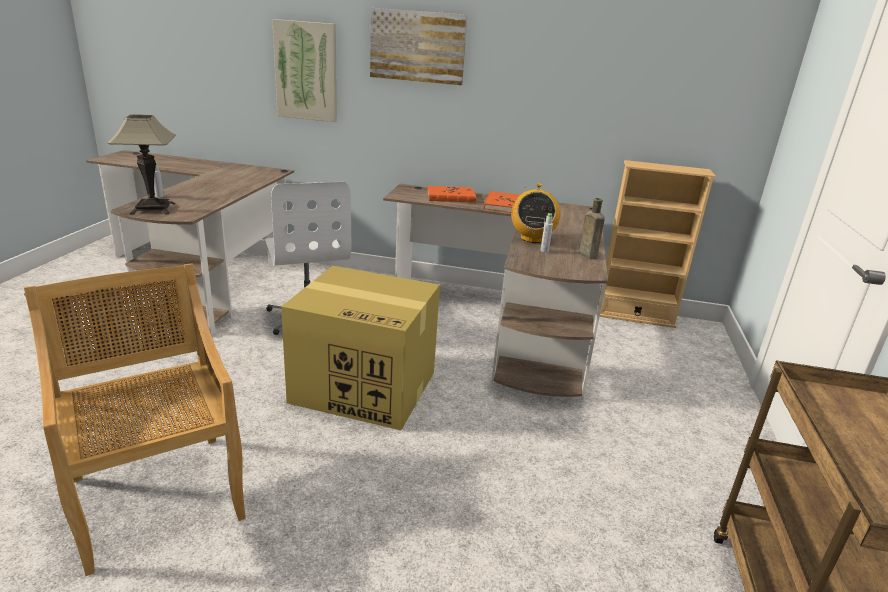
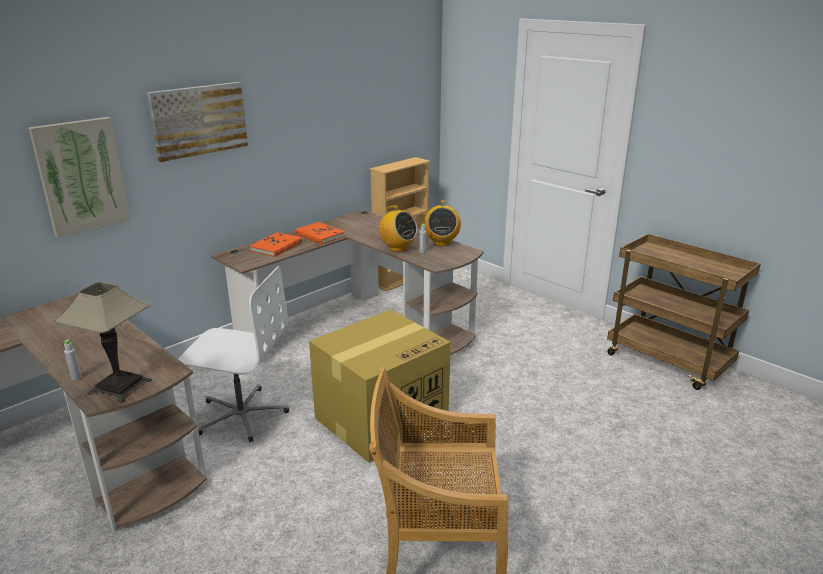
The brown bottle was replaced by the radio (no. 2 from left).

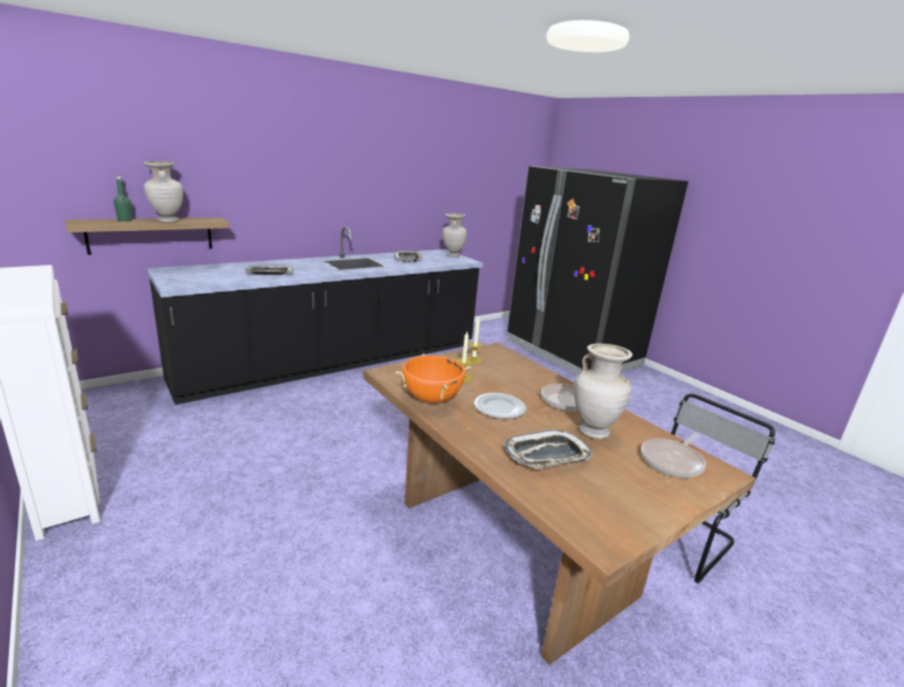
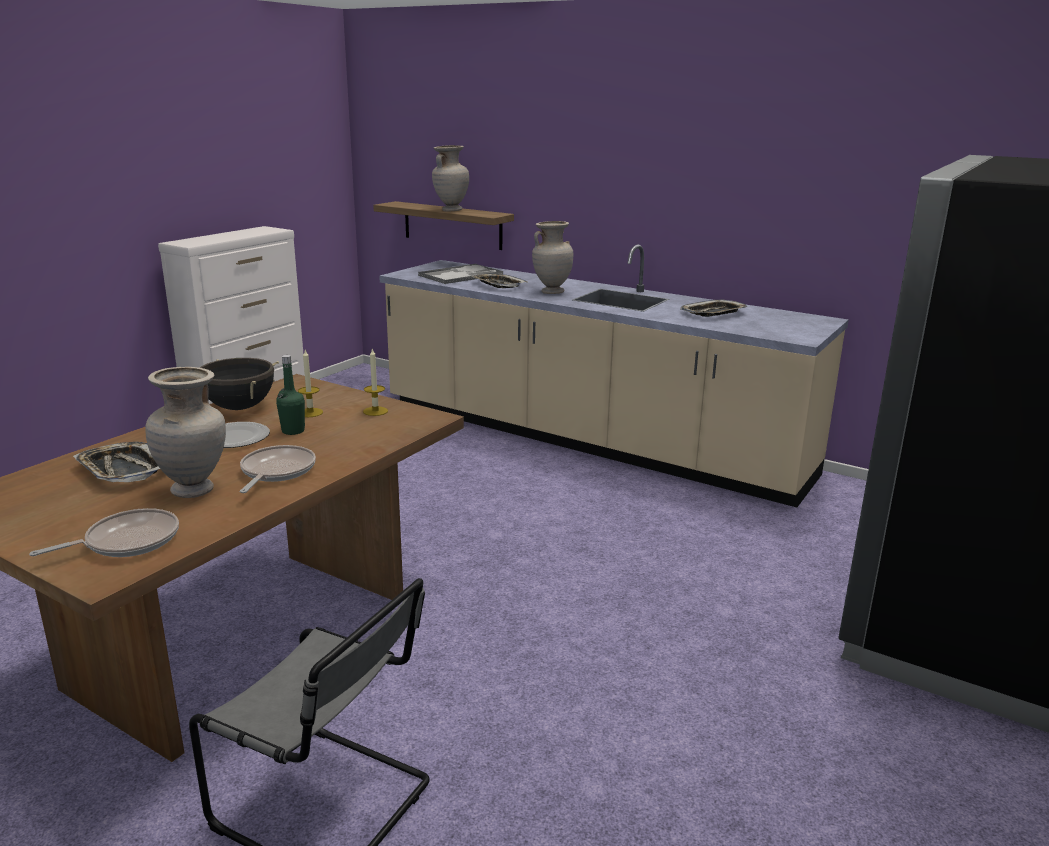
The green bottle moved. The black counter became the beige counter. The orange cooking pot became the black cooking pot. The beige vase (no. 2 from left in the first image) moved. The frying pan (no. 2 from left in the first image) turned 120 degrees clockwise. The tray (no. 2 from left) appeared.

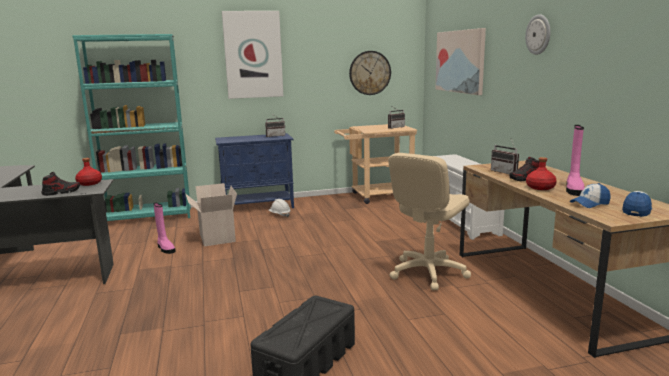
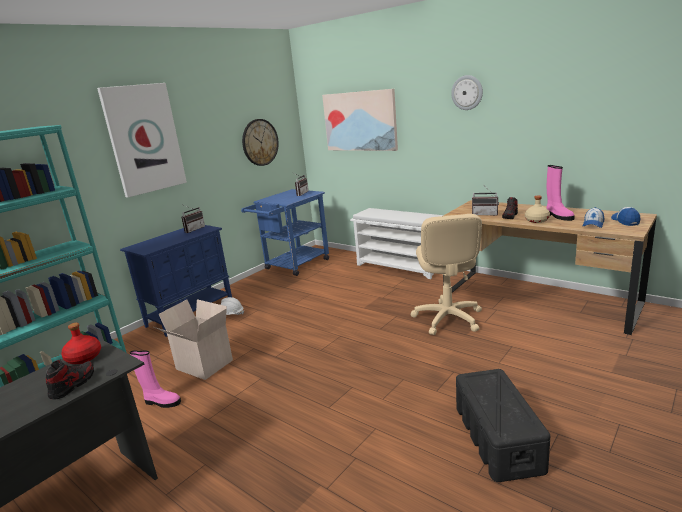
The beige cart became the blue cart. The red bottle (no. 2 from left) became the beige bottle.

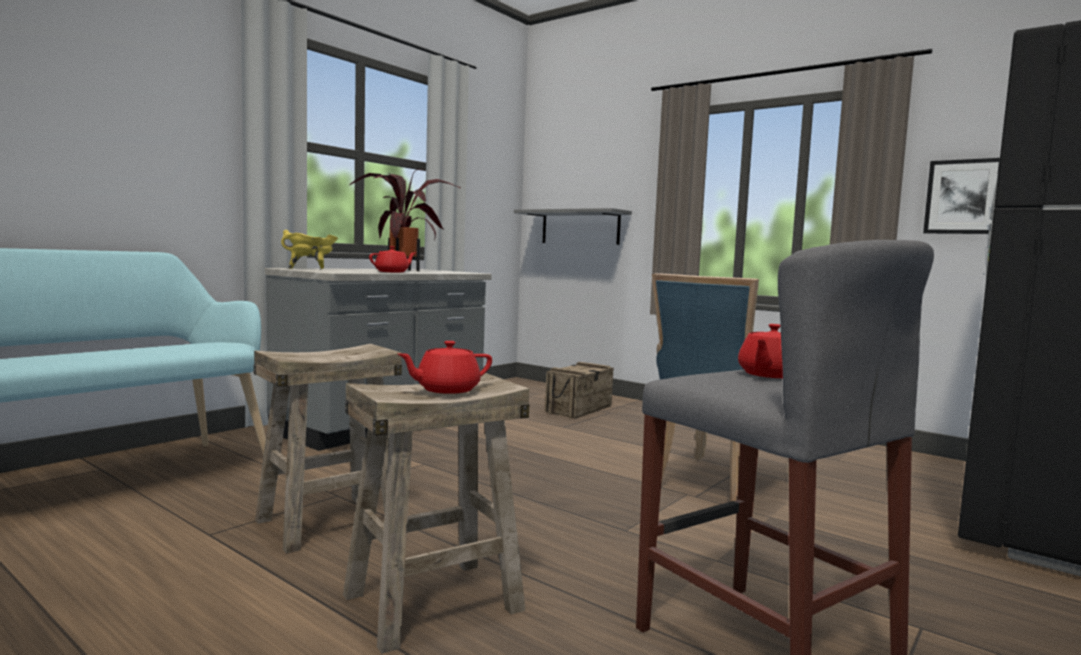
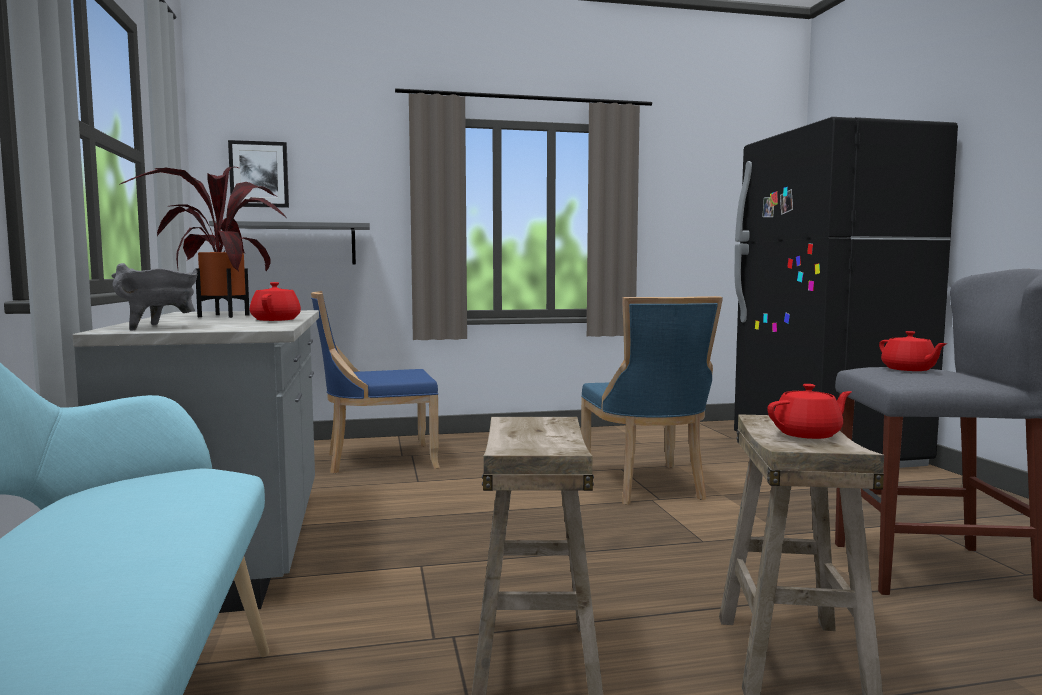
The yellow cooking pot became the grey cooking pot. The red teapot (no. 2 from left) turned 120 degrees counterclockwise. The crate was replaced by the blue chair (no. 1 from left). The picture moved.

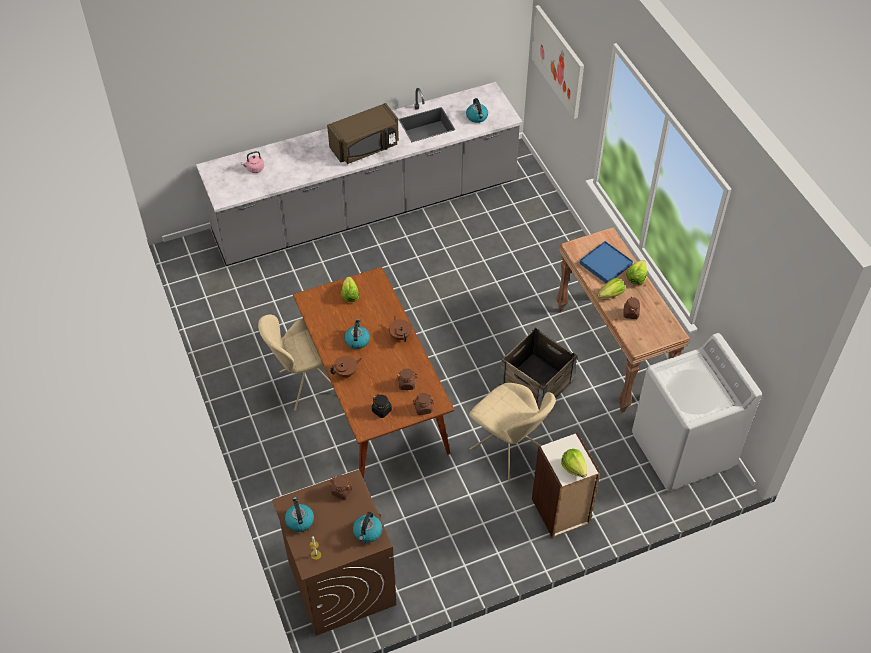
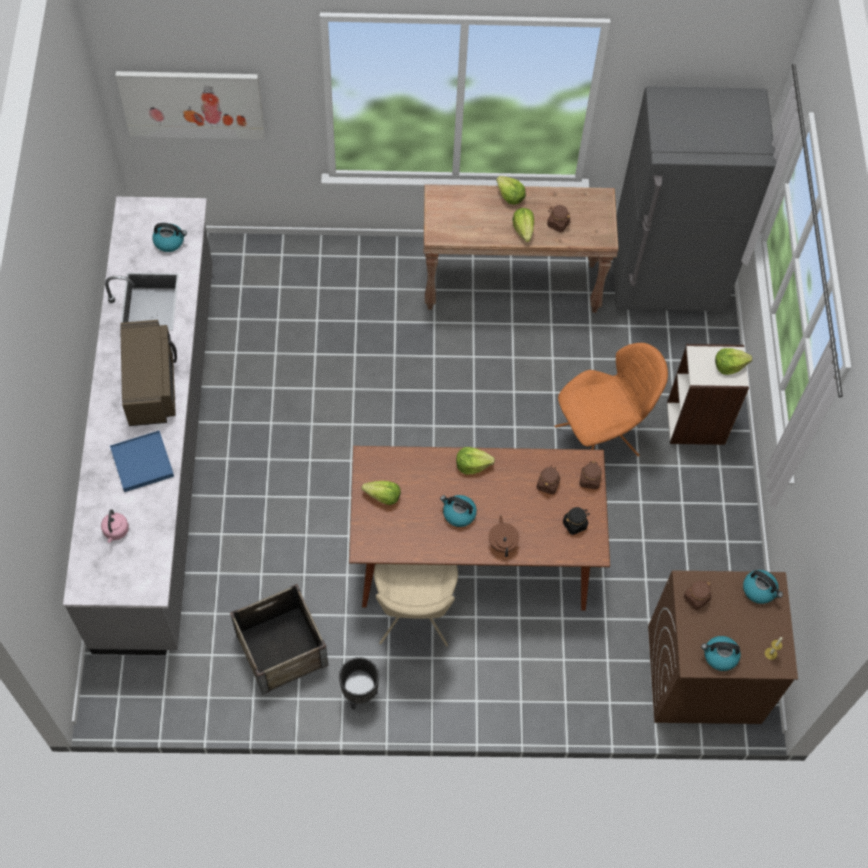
The brown teapot (no. 2 from left) was replaced by the lettuce (no. 2 from left). The beige chair (no. 2 from left) became the orange chair. The crate moved. The blue tray moved. The white washing machine was replaced by the grey fridge. The black planter appeared.

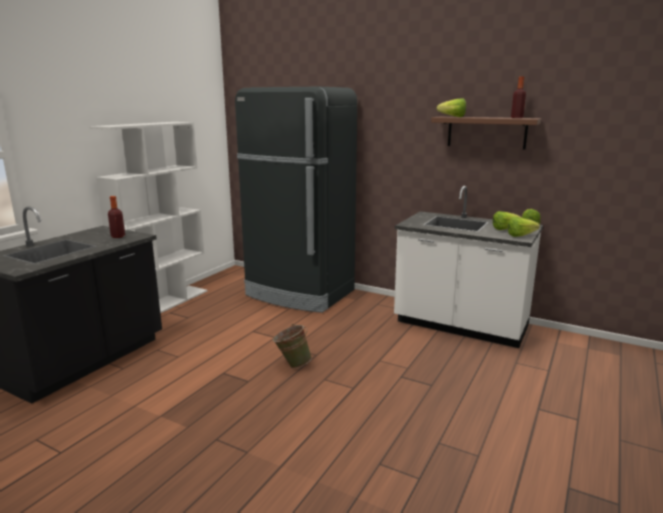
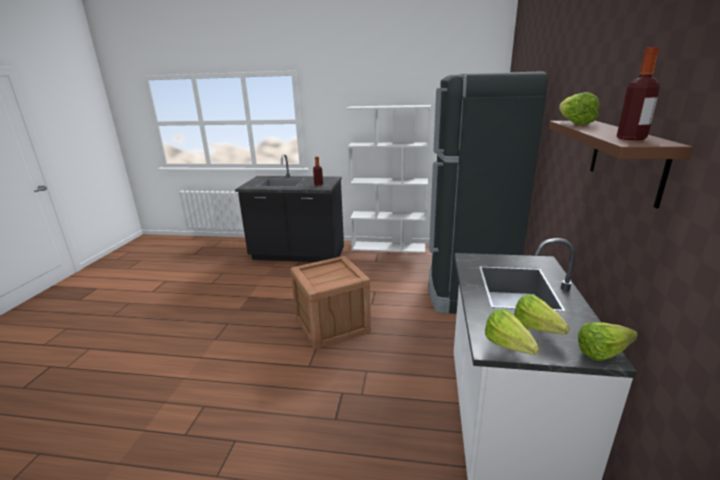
The green bucket was replaced by the crate.

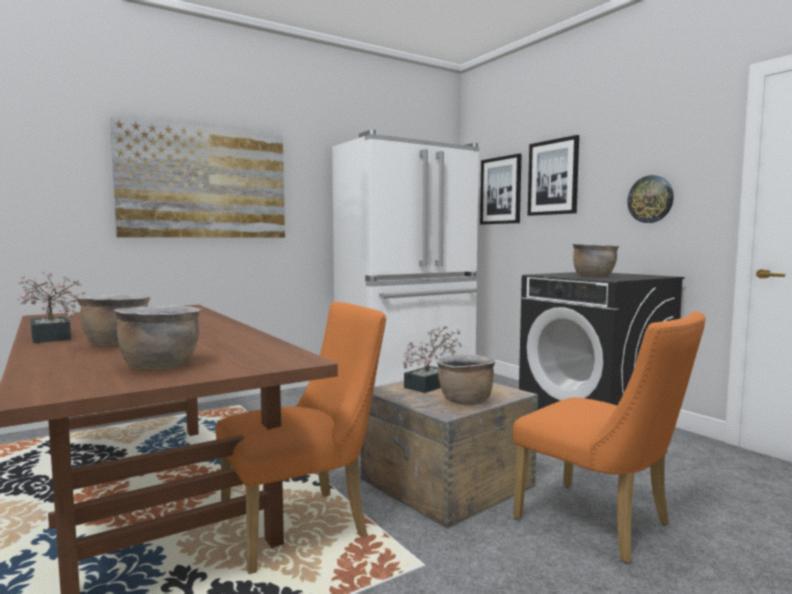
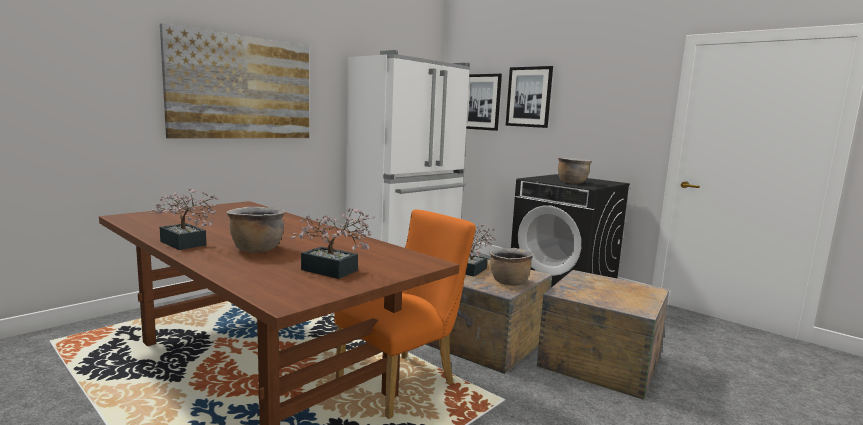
The brown cooking pot (no. 2 from left) was replaced by the potted plant (no. 2 from left). The orange chair (no. 2 from left) was replaced by the crate (no. 2 from left). The wall clock disappeared.

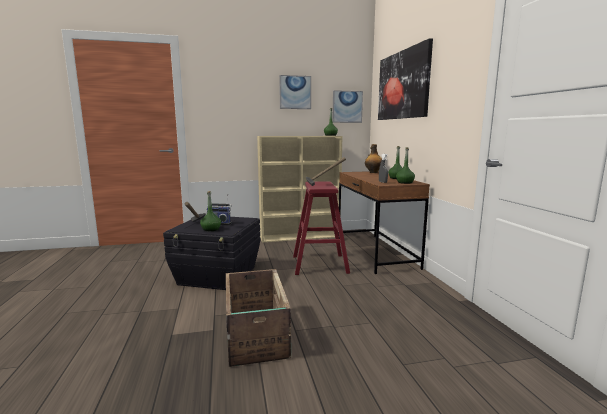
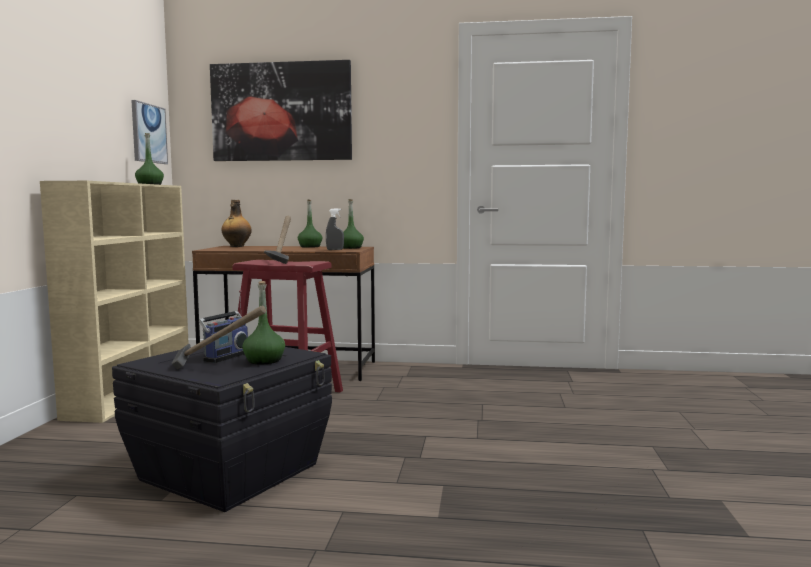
The crate disappeared. The picture (no. 1 from left) disappeared.

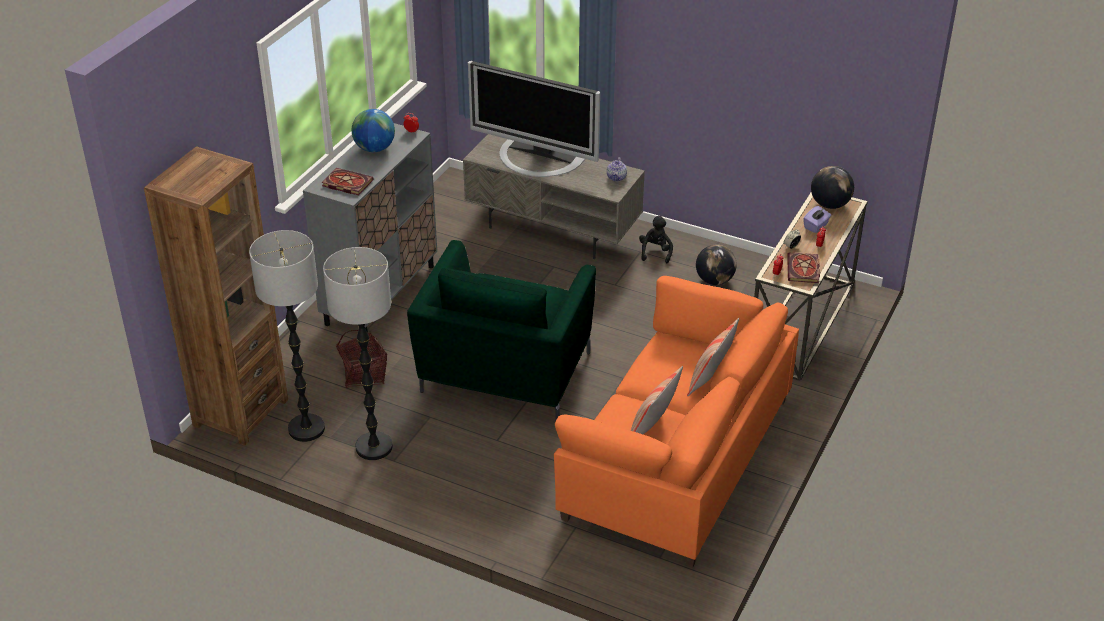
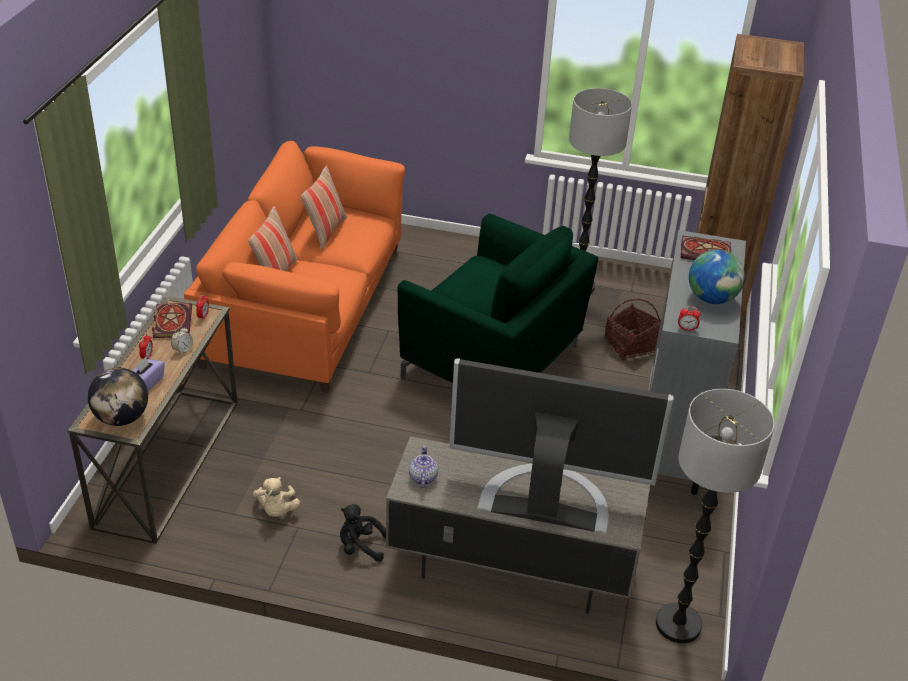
The floor lamp (no. 1 from left in the first image) moved. The green armchair turned 120 degrees clockwise. The black plush toy turned 105 degrees clockwise. The globe (no. 2 from left) was replaced by the beige plush toy.

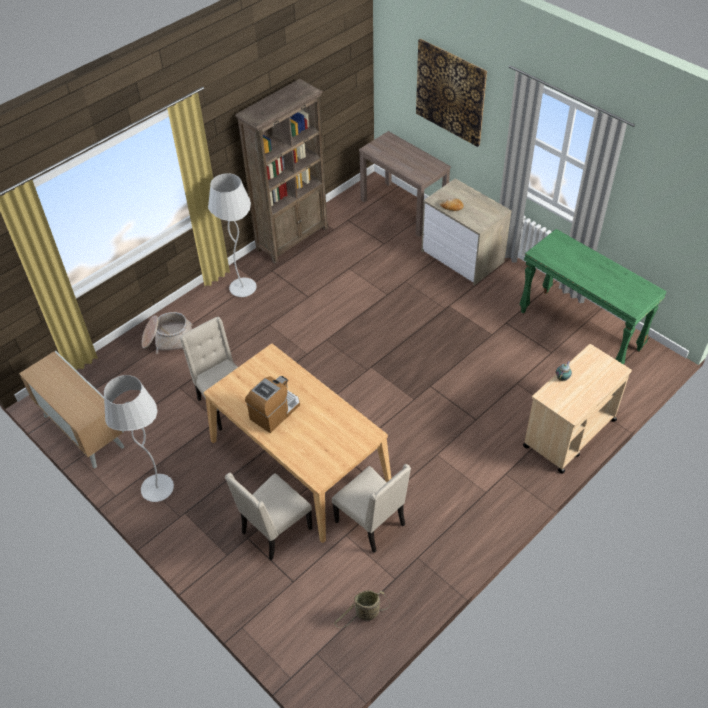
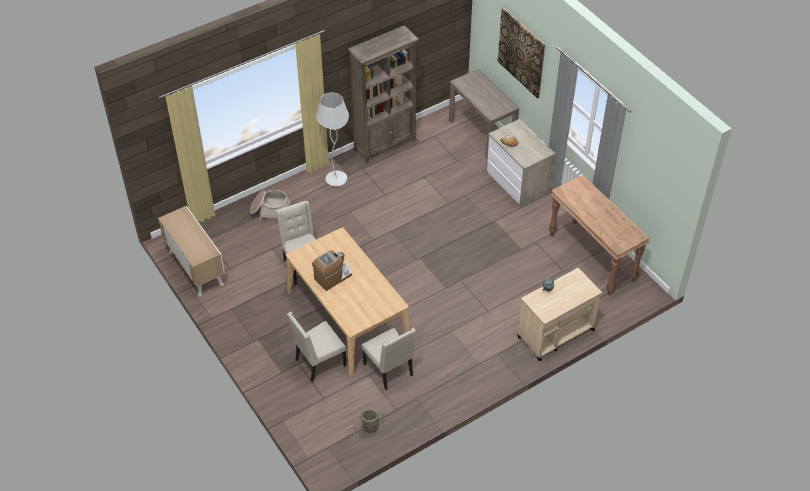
The white floor lamp (no. 1 from left) disappeared. The green console table became the brown console table (no. 2 from left).

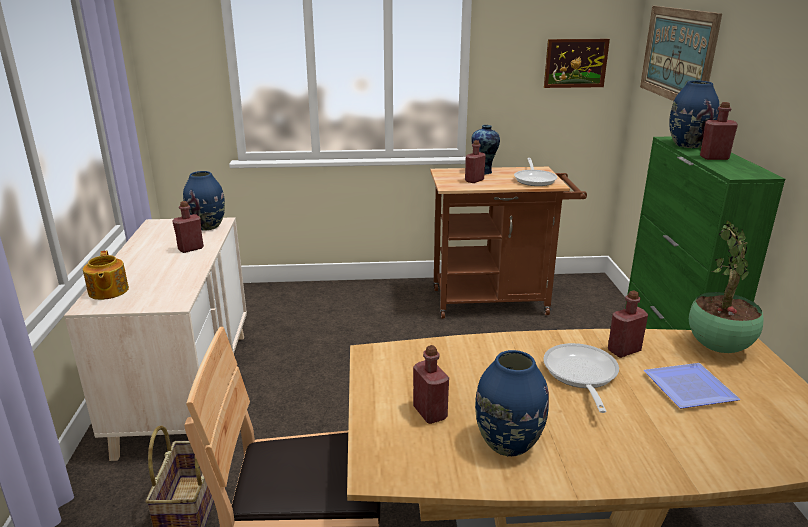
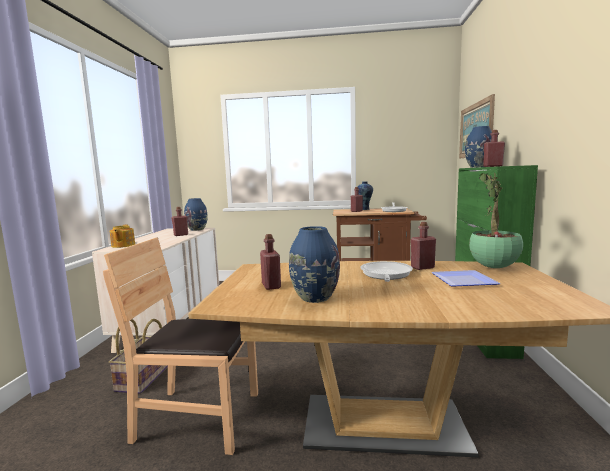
The picture (no. 1 from left) disappeared.

